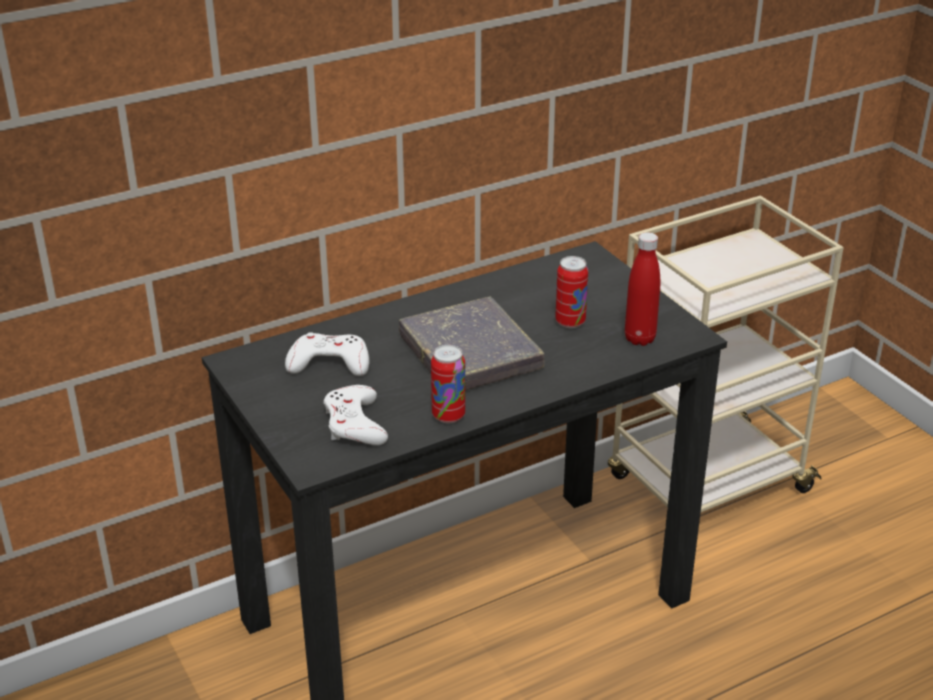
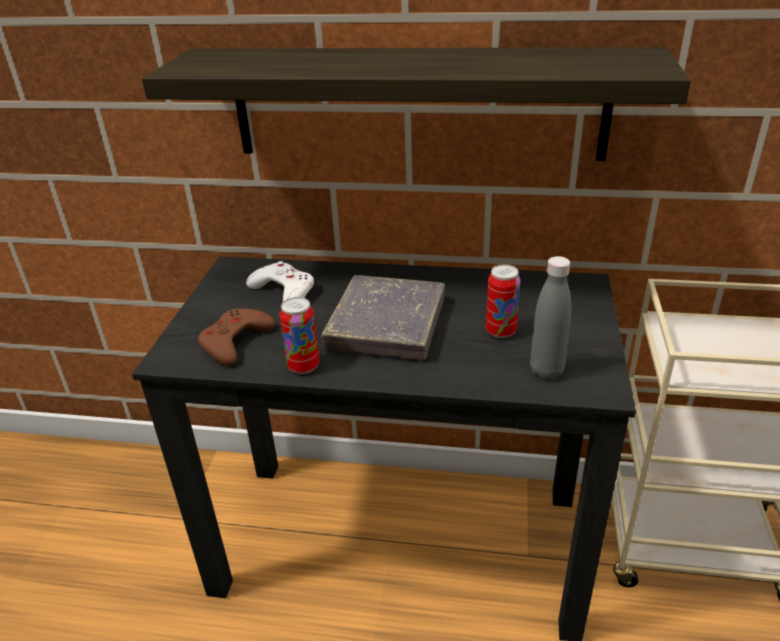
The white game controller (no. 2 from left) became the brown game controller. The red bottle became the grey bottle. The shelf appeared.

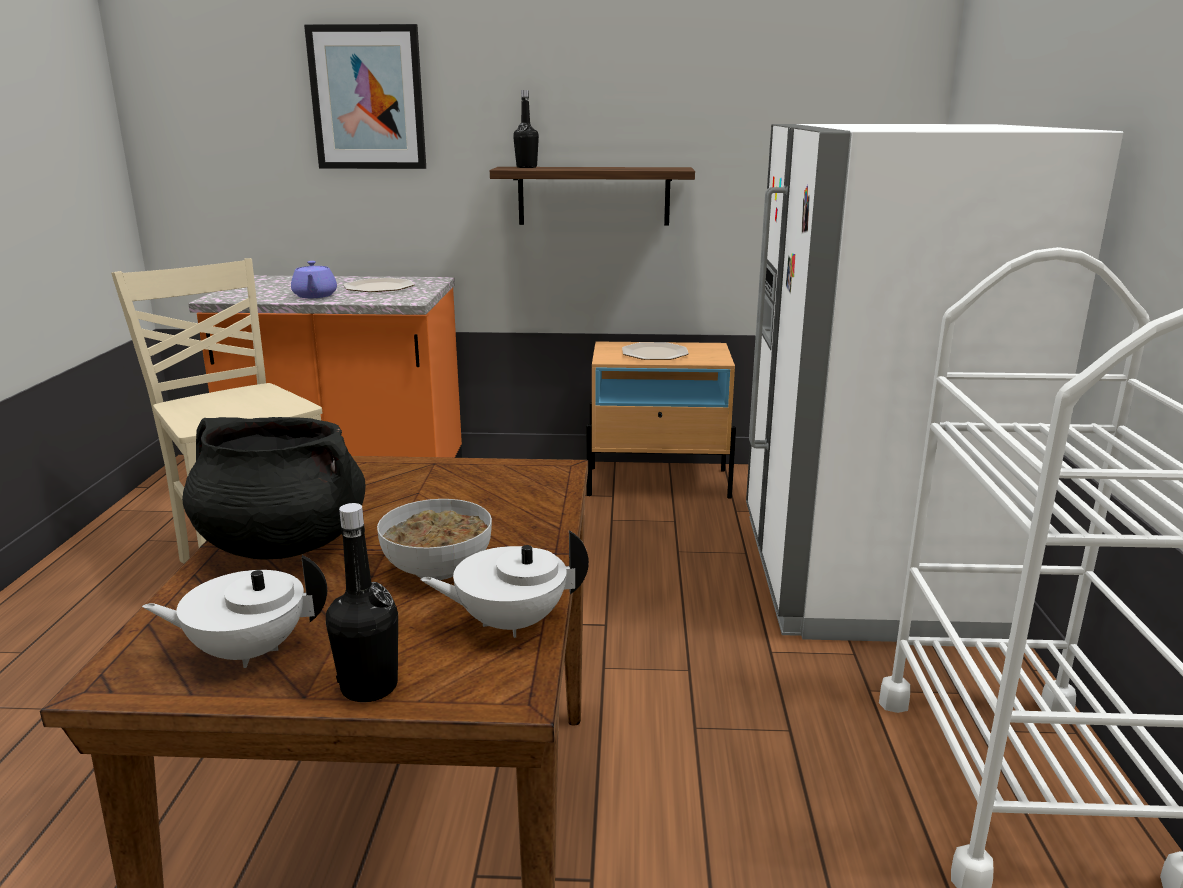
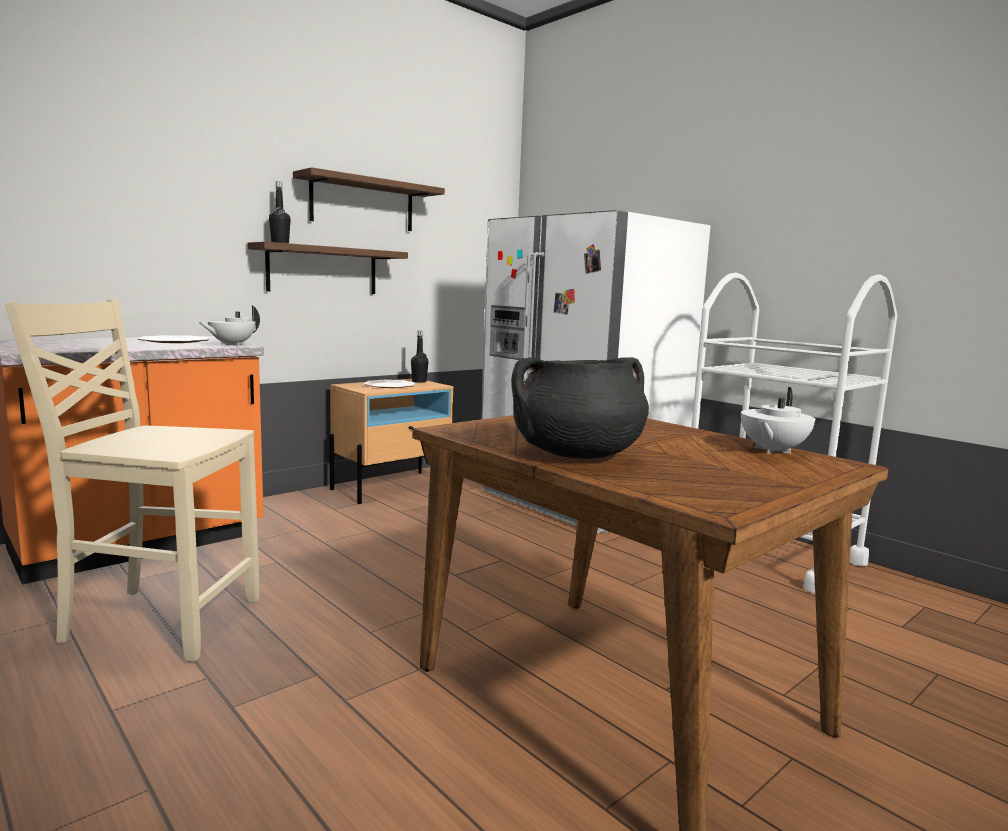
The white teapot (no. 1 from left) moved. The purple teapot disappeared. The picture disappeared. The black bottle (no. 1 from left in the first image) moved. The bowl disappeared. The shelf (no. 2 from left) appeared.

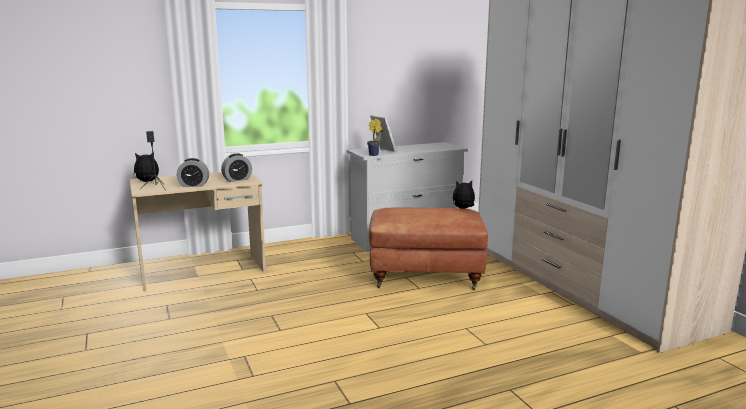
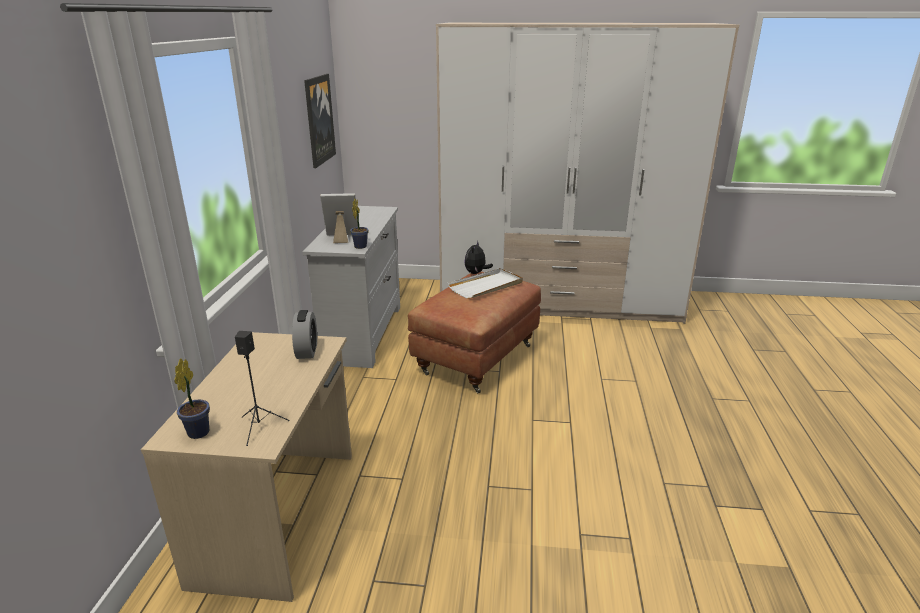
The plush toy (no. 1 from left) was replaced by the potted plant (no. 1 from left). The alarm clock (no. 1 from left) disappeared. The picture appeared. The white tray appeared.

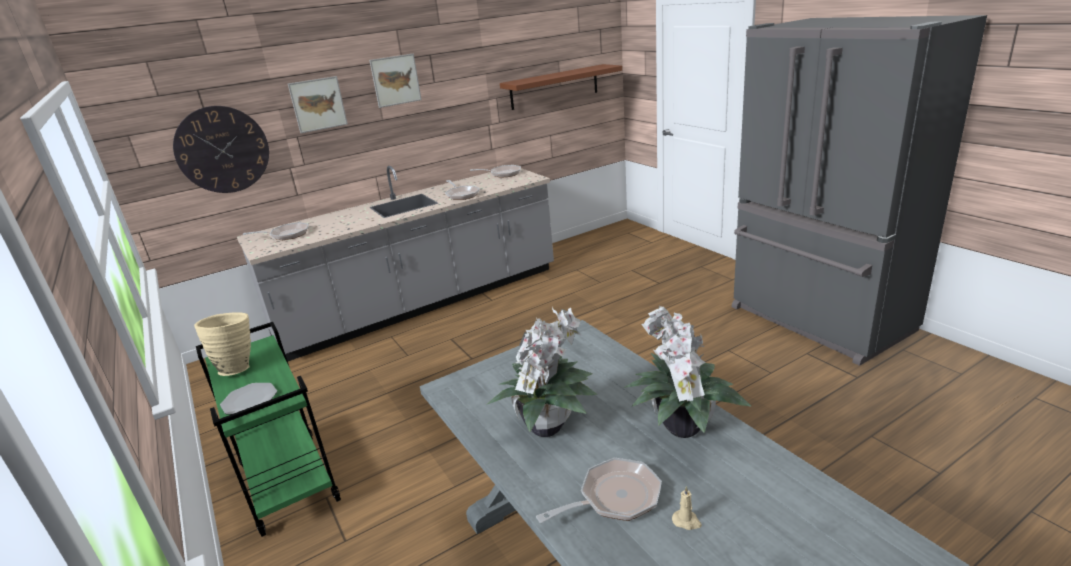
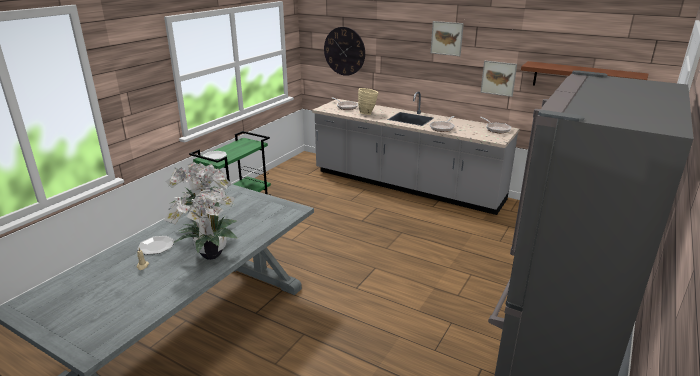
The beige vase moved. The picture (no. 1 from left in the first image) moved. The frying pan (no. 4 from left) was replaced by the plate (no. 1 from left).

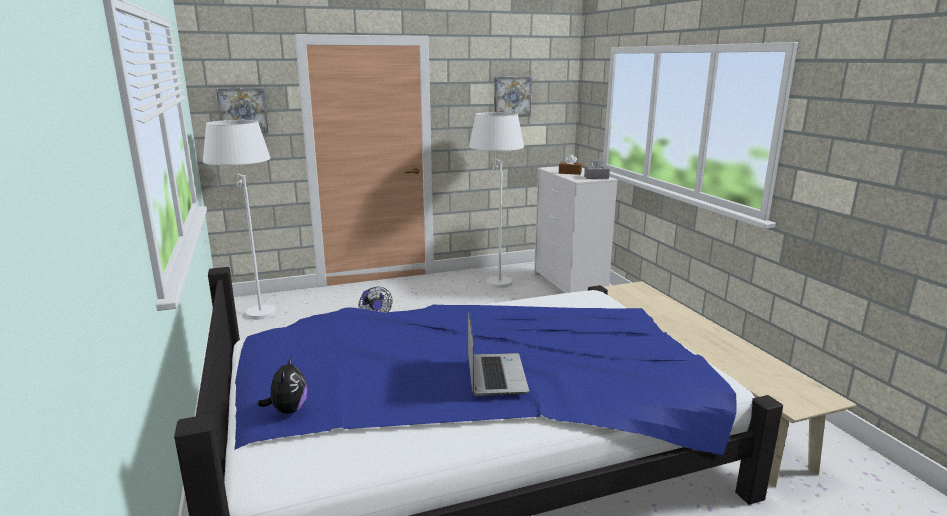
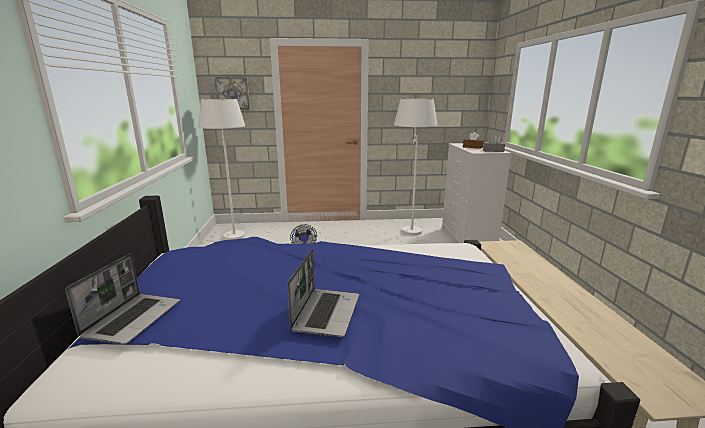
The plush toy was replaced by the laptop (no. 1 from left). The picture (no. 2 from left) disappeared.

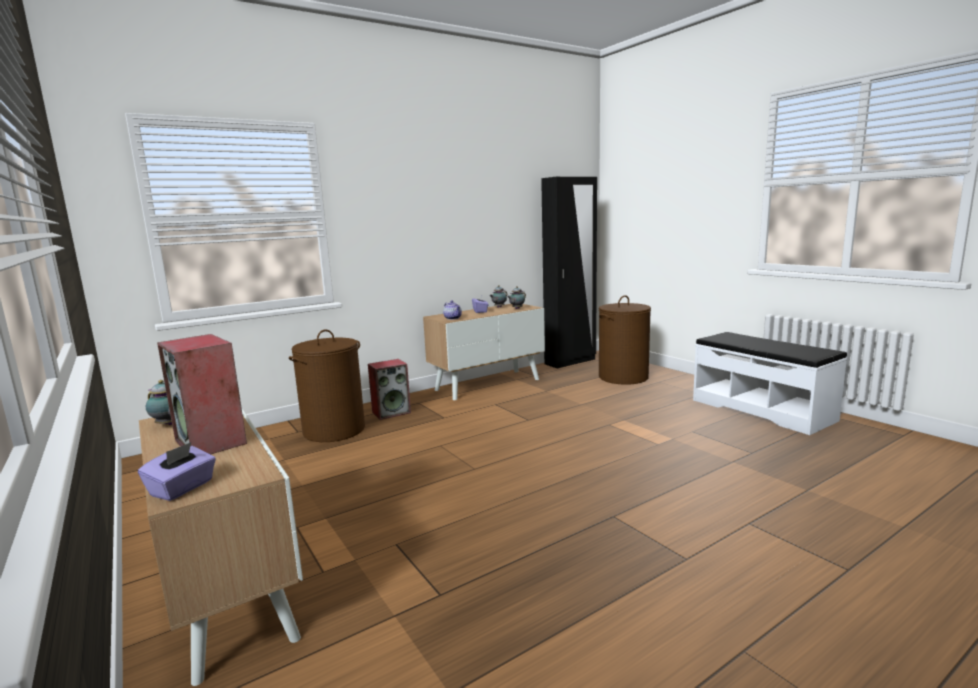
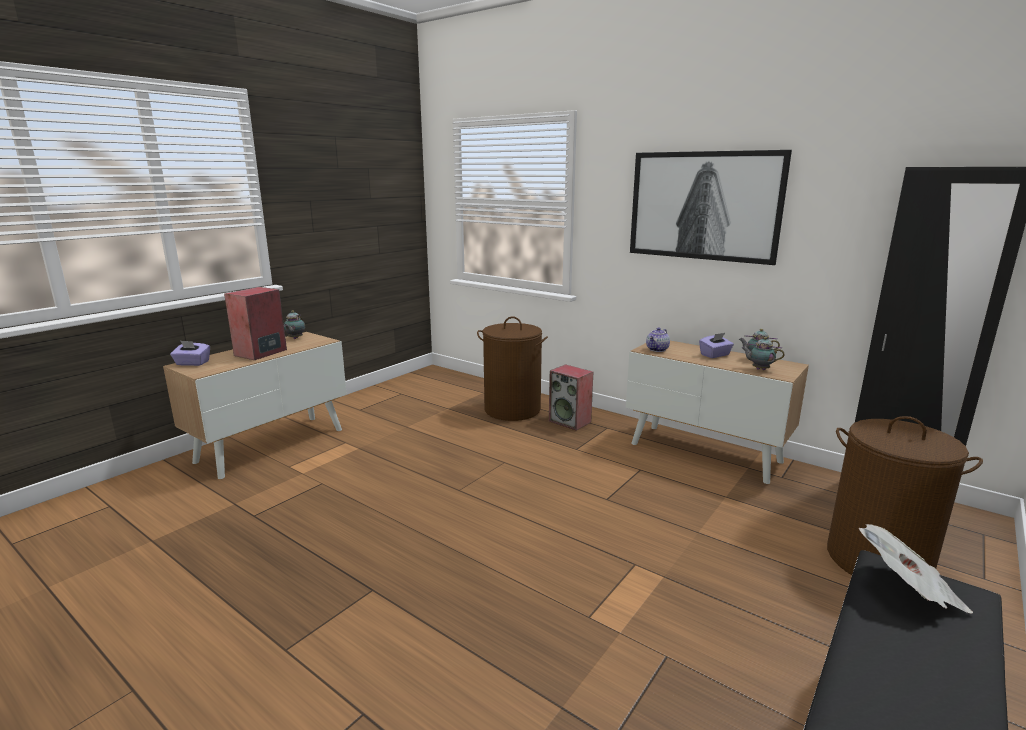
The picture appeared. The newspaper appeared.

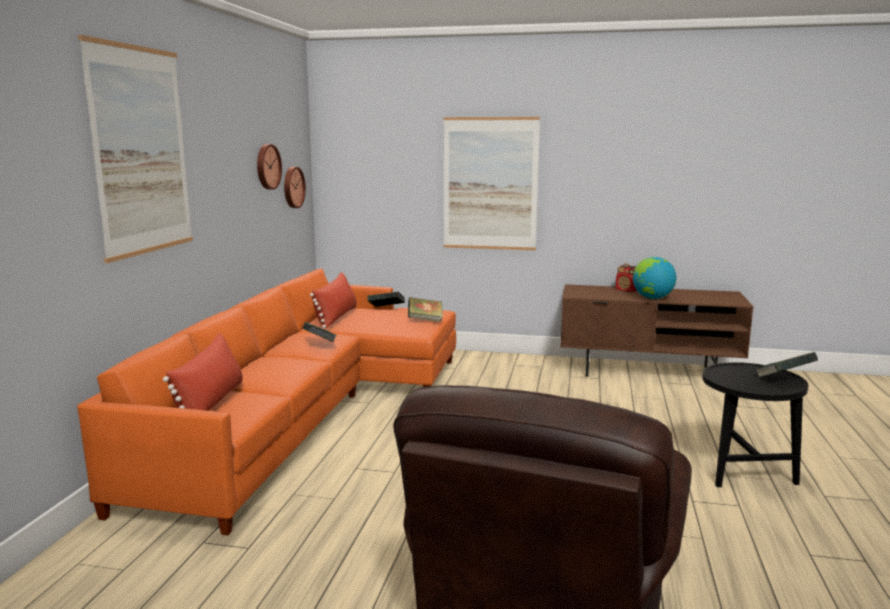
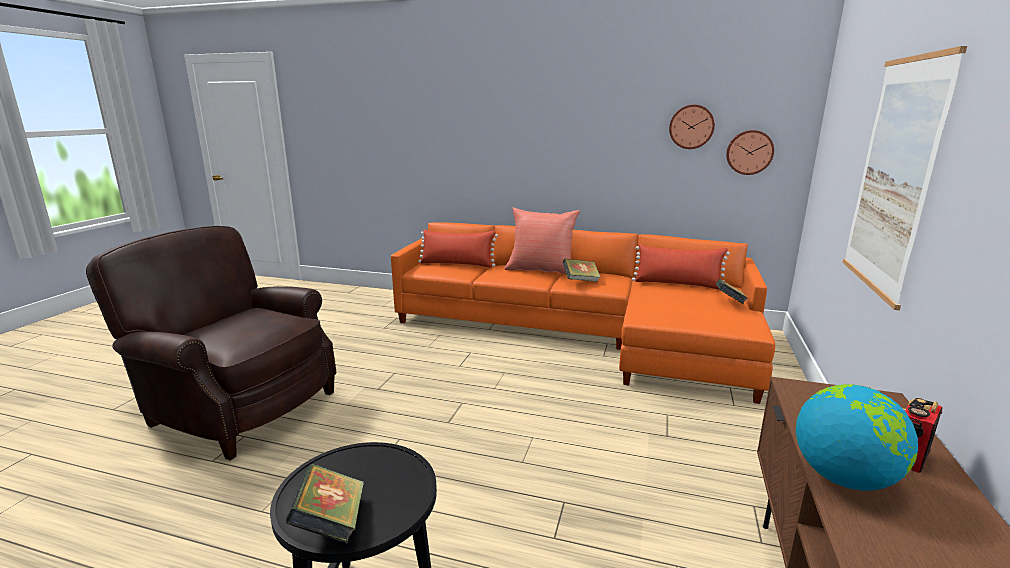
The picture (no. 1 from left) disappeared. The book (no. 3 from left) disappeared. The red pillow (no. 2 from left) appeared.

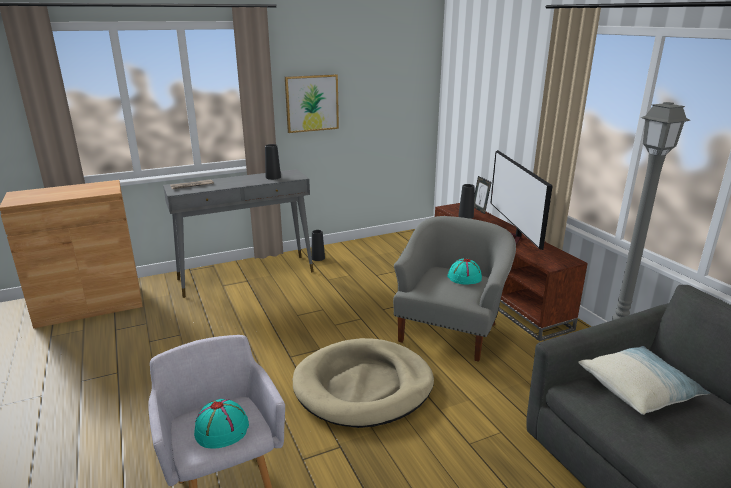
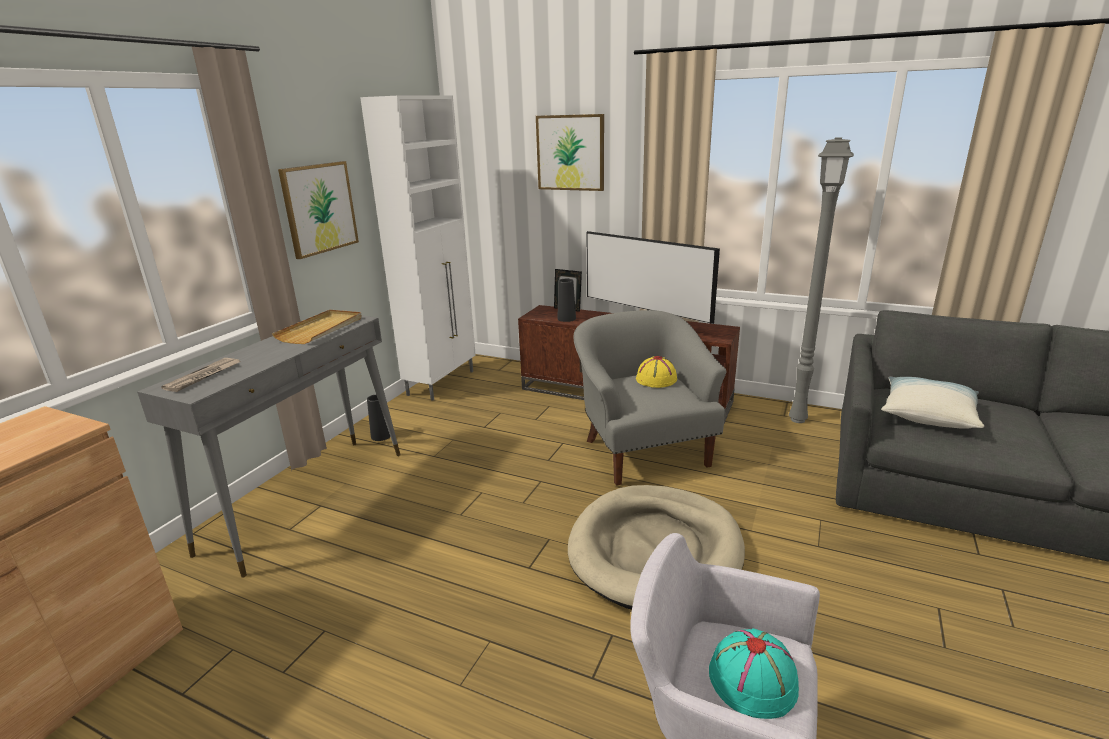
The black vase (no. 1 from left) was replaced by the beige tray. The turquoise hat (no. 2 from left) became the yellow hat. The white cabinet appeared. The picture (no. 2 from left) appeared.

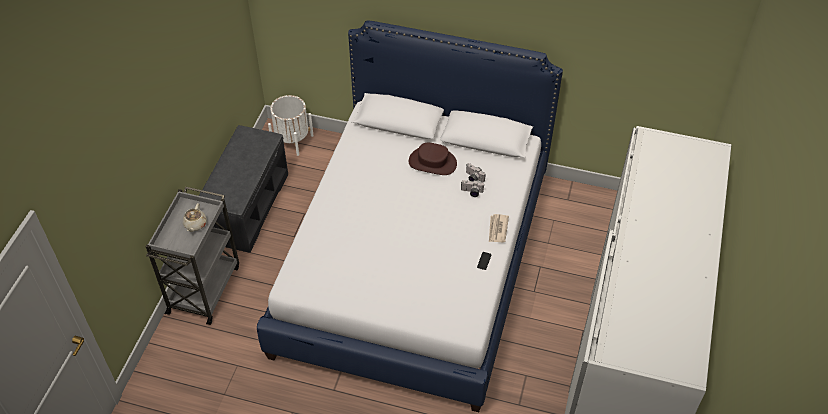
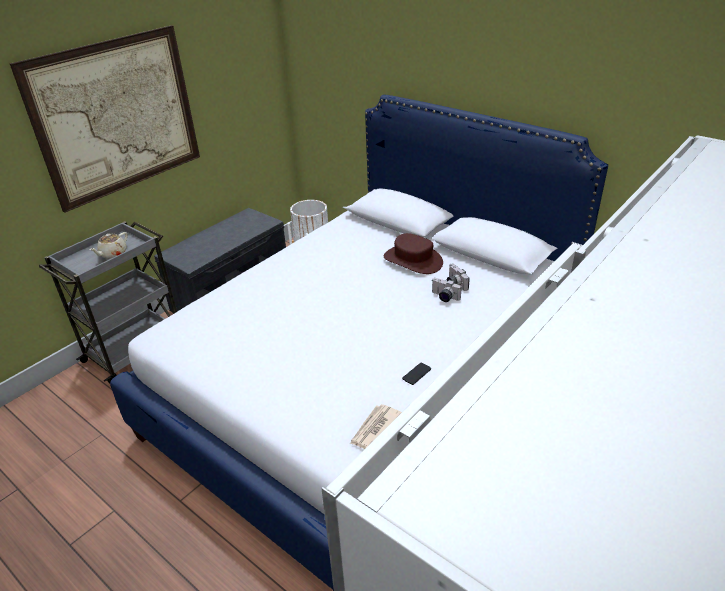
The newspaper moved. The picture appeared.

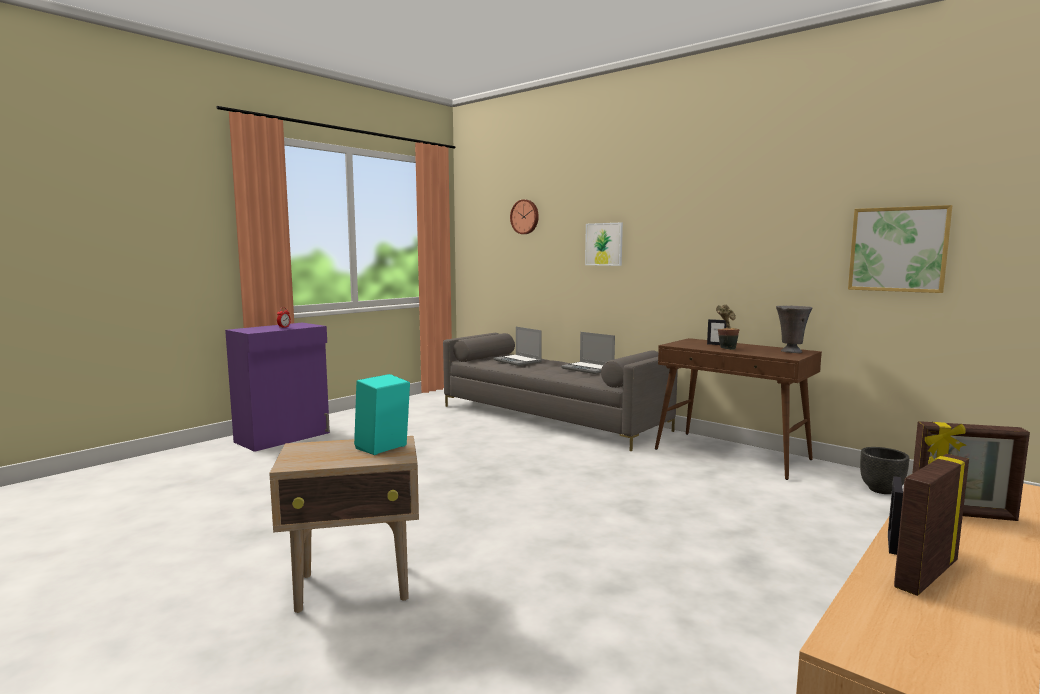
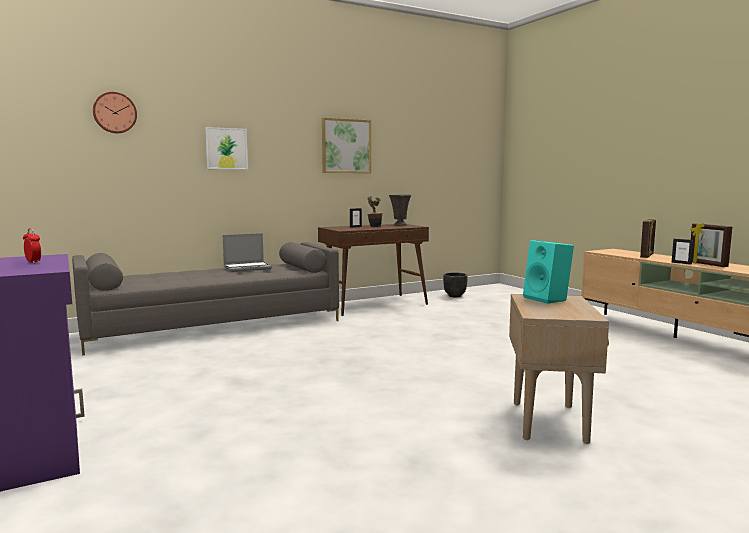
The laptop (no. 1 from left) disappeared. The picture (no. 2 from left) moved.

